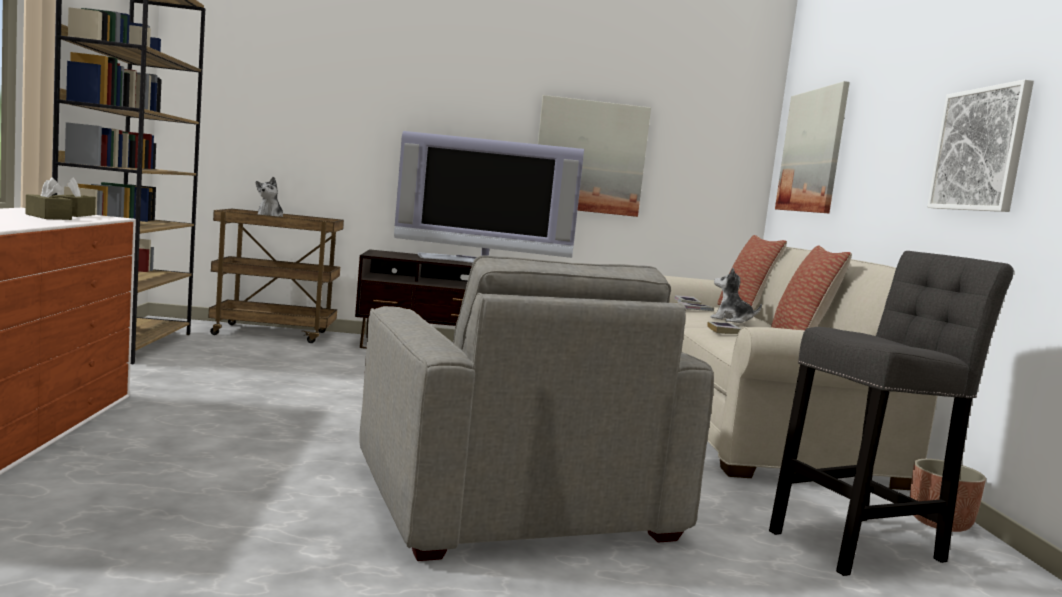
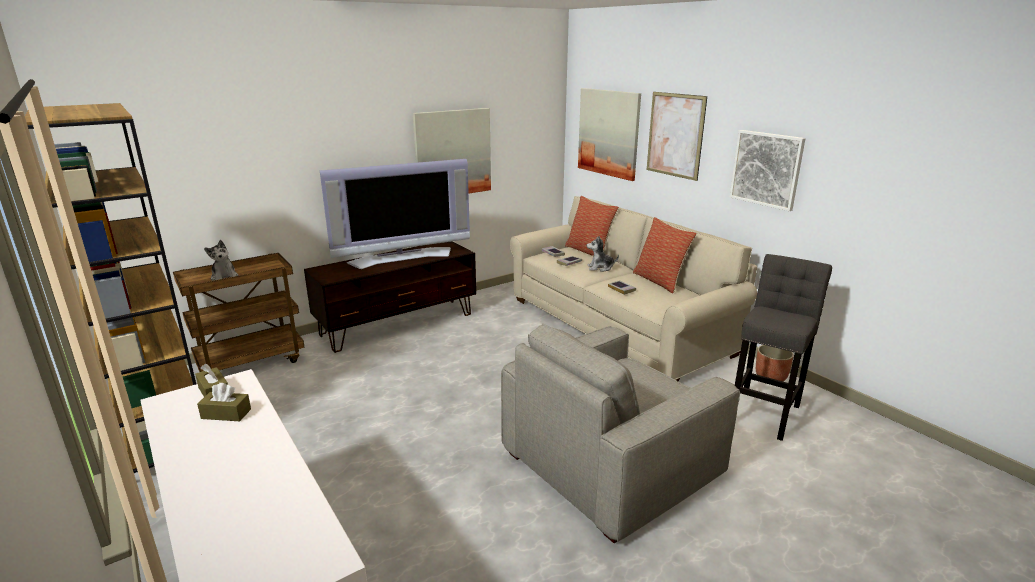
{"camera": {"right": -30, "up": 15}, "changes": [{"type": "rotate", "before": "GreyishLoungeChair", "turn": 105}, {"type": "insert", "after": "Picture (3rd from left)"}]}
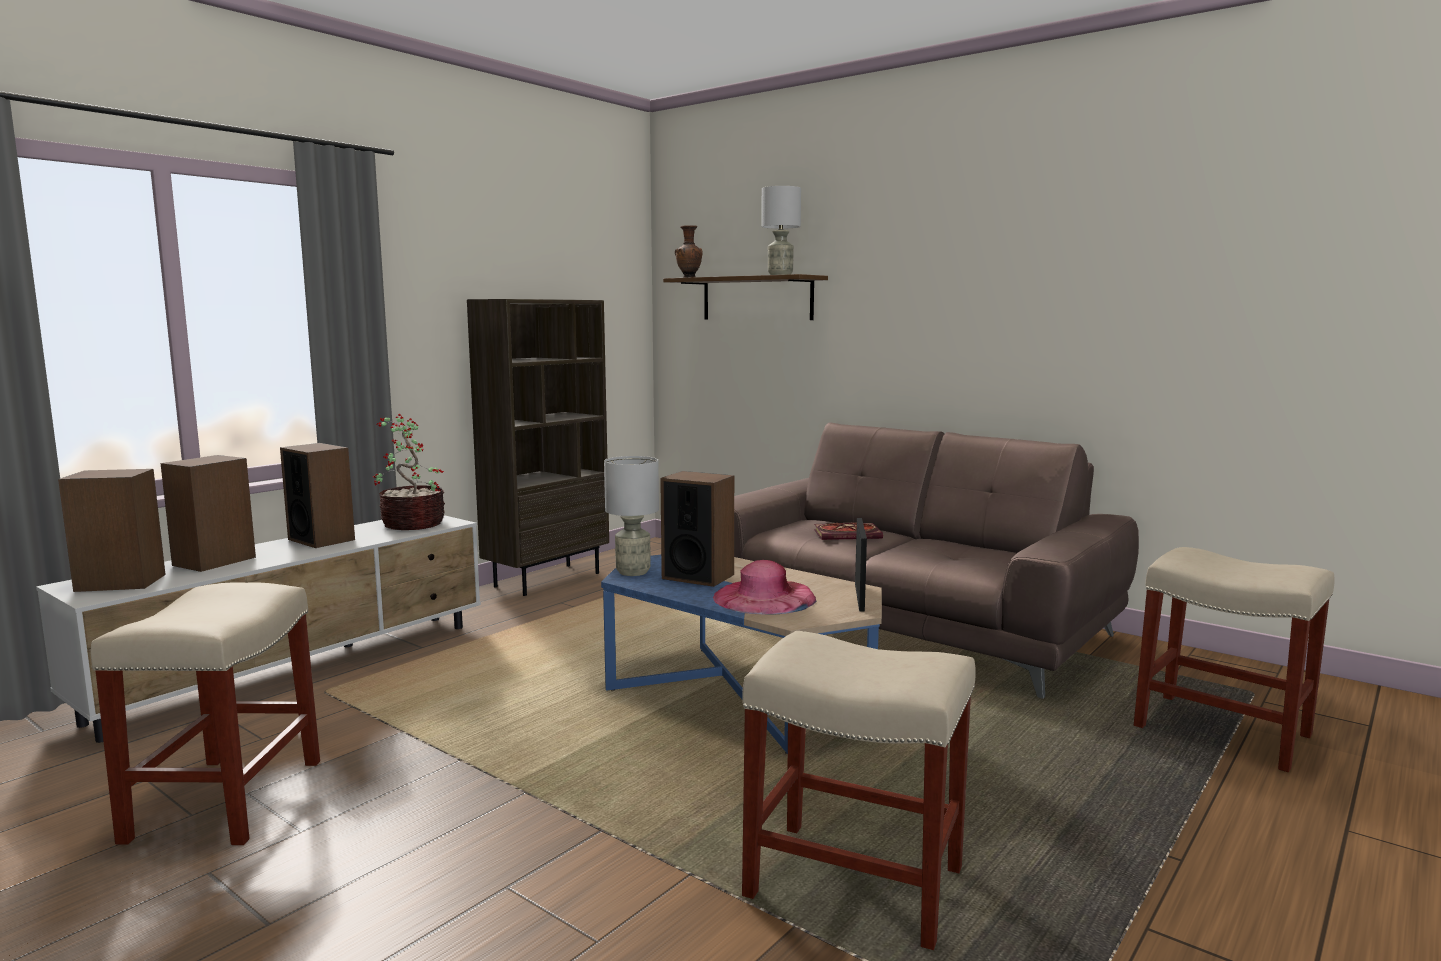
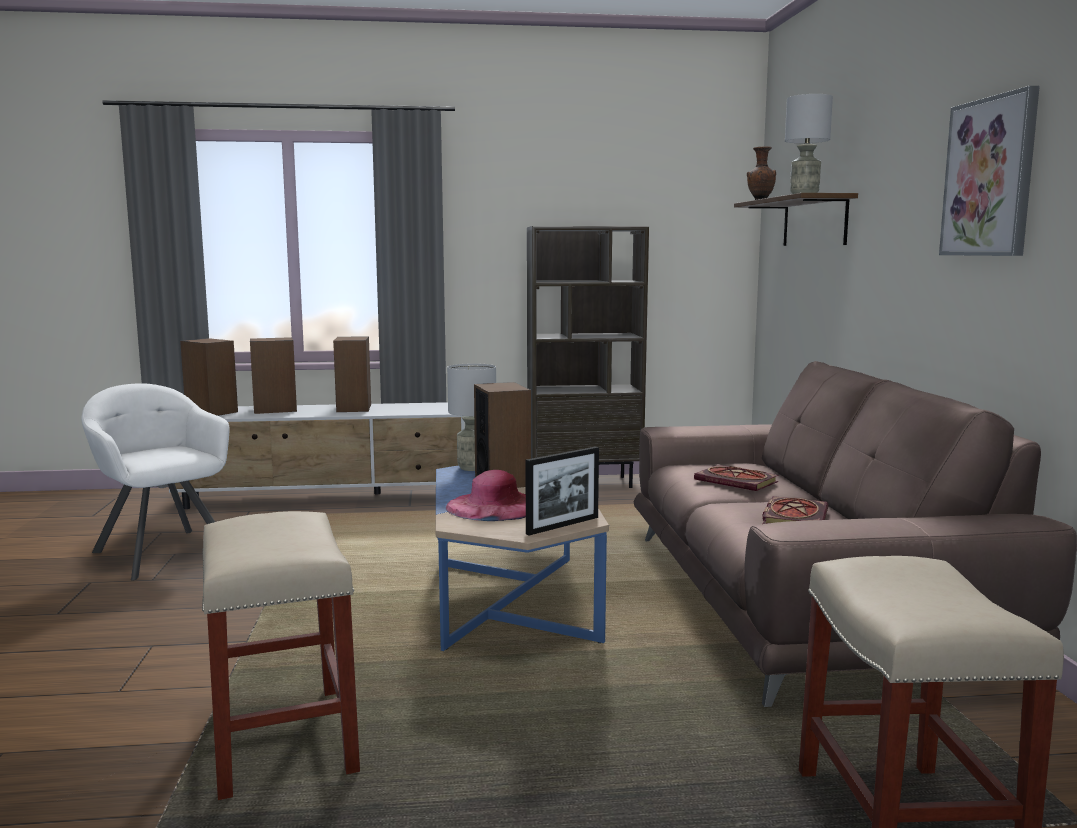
{"camera": {"right": 45, "up": 0}, "changes": [{"type": "replace", "before": "BeigeColouredStoolSeat (1st from left)", "after": "WhiteColouredLoungeChair"}, {"type": "insert", "after": "BoundBook (2nd from left)"}, {"type": "insert", "after": "Picture"}, {"type": "delete", "before": "PottedPlant"}]}
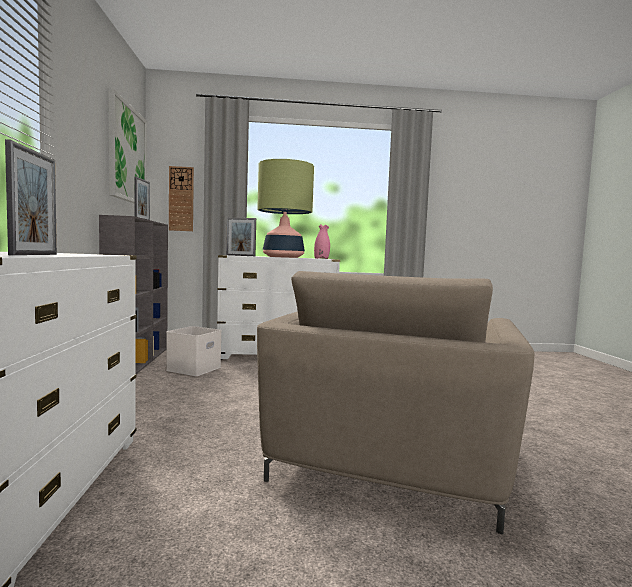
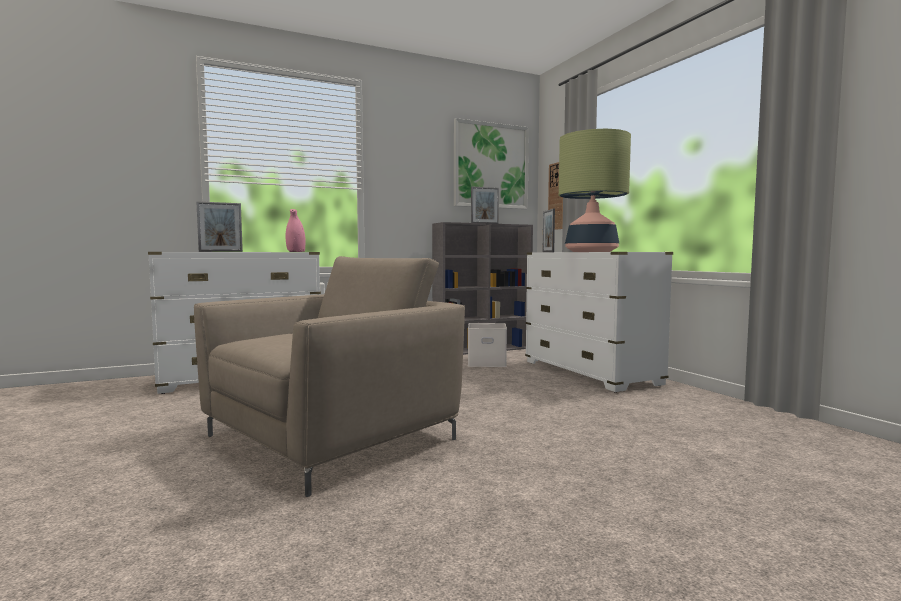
{"camera": {"right": 70, "up": 0}, "changes": [{"type": "rotate", "before": "BeigeColouredLoungeChair", "turn": 135}, {"type": "move", "before": "PinkDecorativeVase"}]}
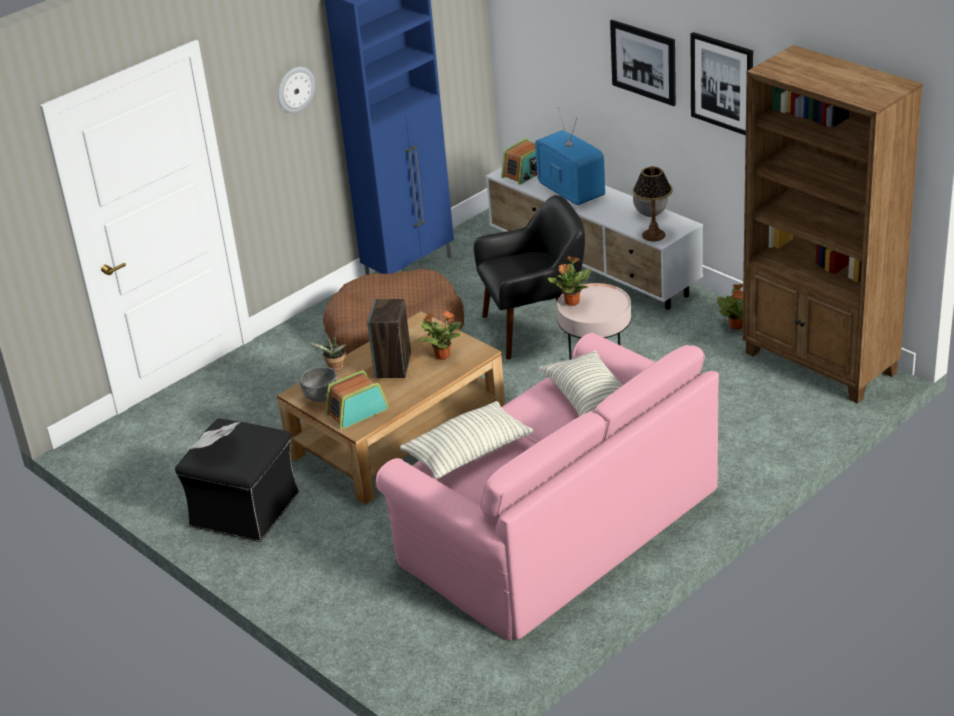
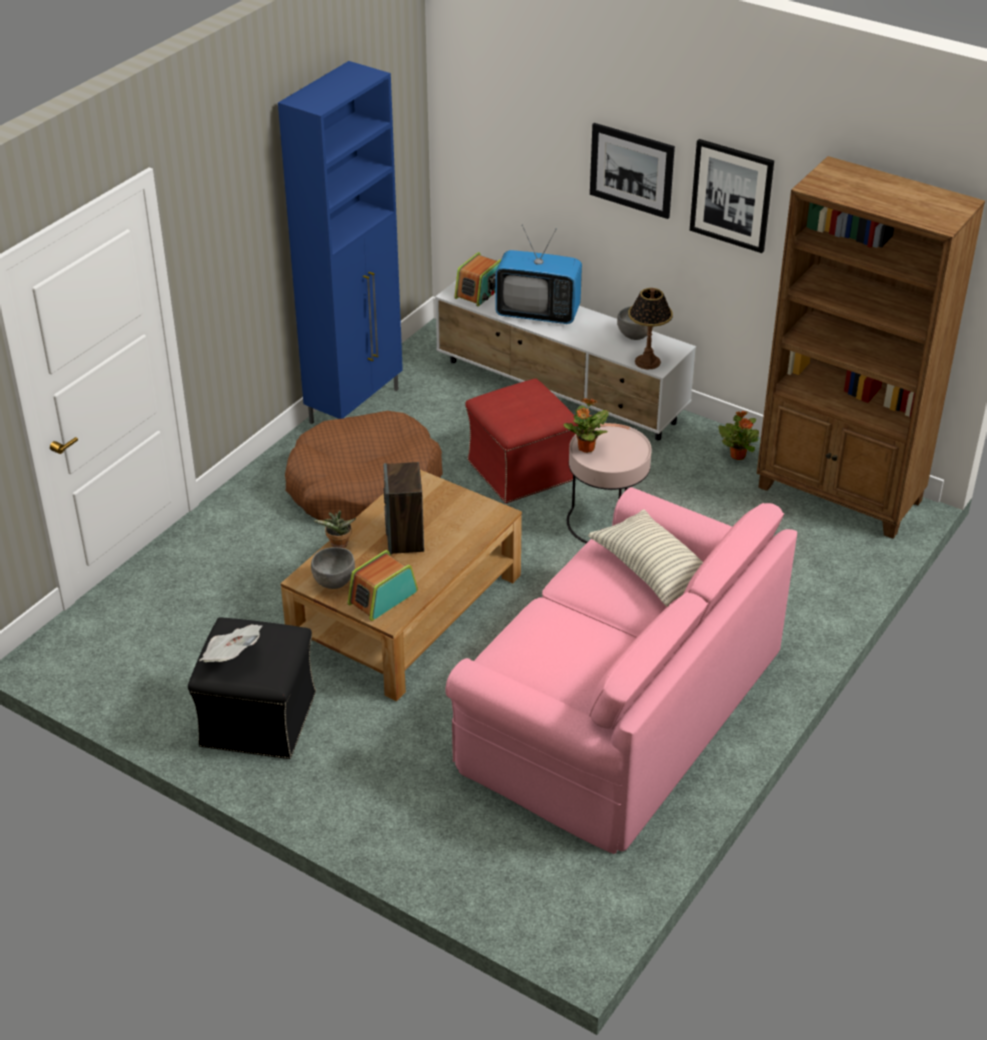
{"camera": {"right": -15, "up": 5}, "changes": [{"type": "replace", "before": "BlackColouredLoungeChair", "after": "RedOttoman"}, {"type": "rotate", "before": "Television", "turn": 150}, {"type": "delete", "before": "HangingClock"}, {"type": "delete", "before": "Cushion (1st from left)"}, {"type": "delete", "before": "PottedPlant (2nd from left)"}]}
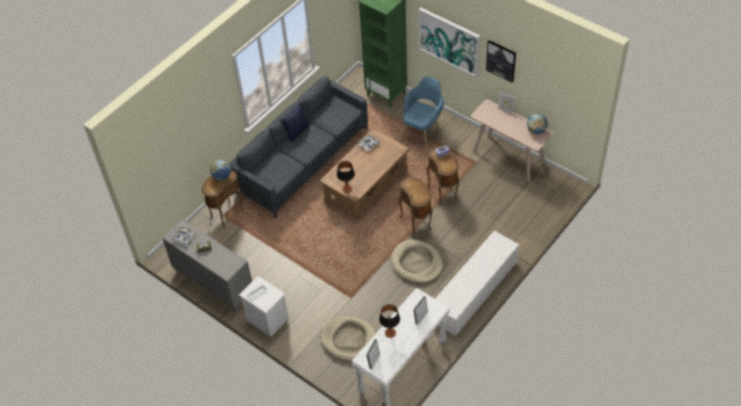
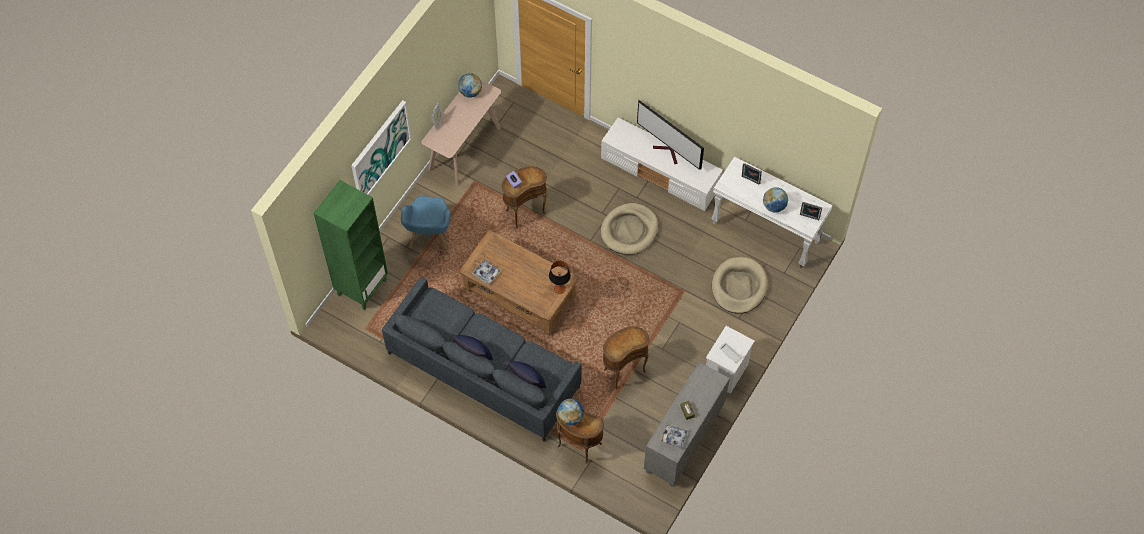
{"camera": {"right": -100, "up": 10}, "changes": [{"type": "rotate", "before": "BlueLoungeChair", "turn": -105}, {"type": "insert", "after": "BlueCushion (2nd from left)"}, {"type": "move", "before": "BrownishAccentTable (2nd from left in the first image)", "after": "BrownishAccentTable (3rd from left)"}, {"type": "insert", "after": "Television"}, {"type": "replace", "before": "LampForATable (2nd from left)", "after": "WorldGlobe (3rd from left)"}, {"type": "delete", "before": "Picture (2nd from left)"}]}
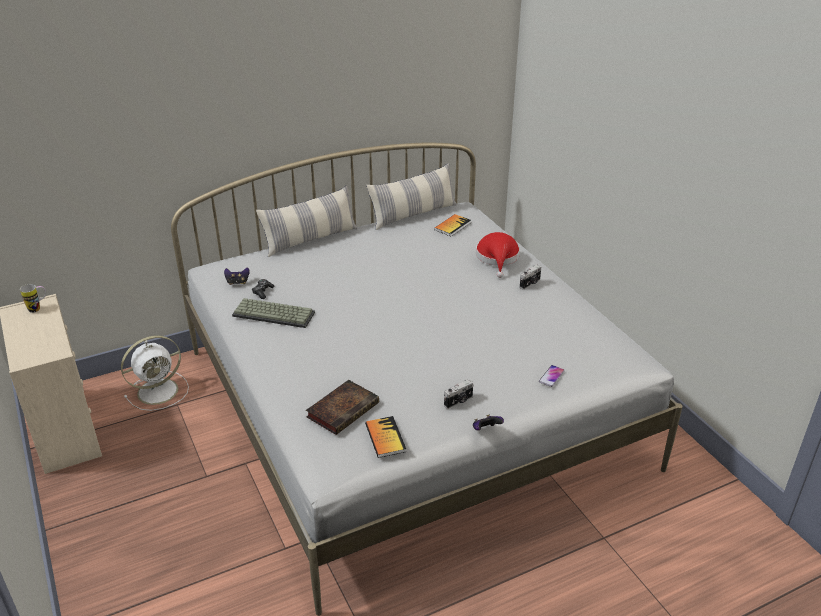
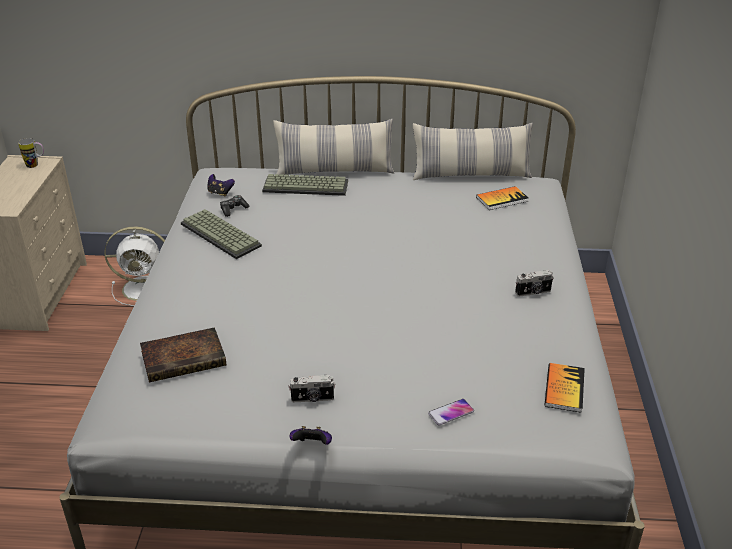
{"camera": {"right": 30, "up": 0}, "changes": [{"type": "insert", "after": "PcKeyboard (2nd from left)"}, {"type": "move", "before": "BoundBook (2nd from left in the first image)", "after": "BoundBook (3rd from left)"}, {"type": "delete", "before": "RedWearableHat"}]}
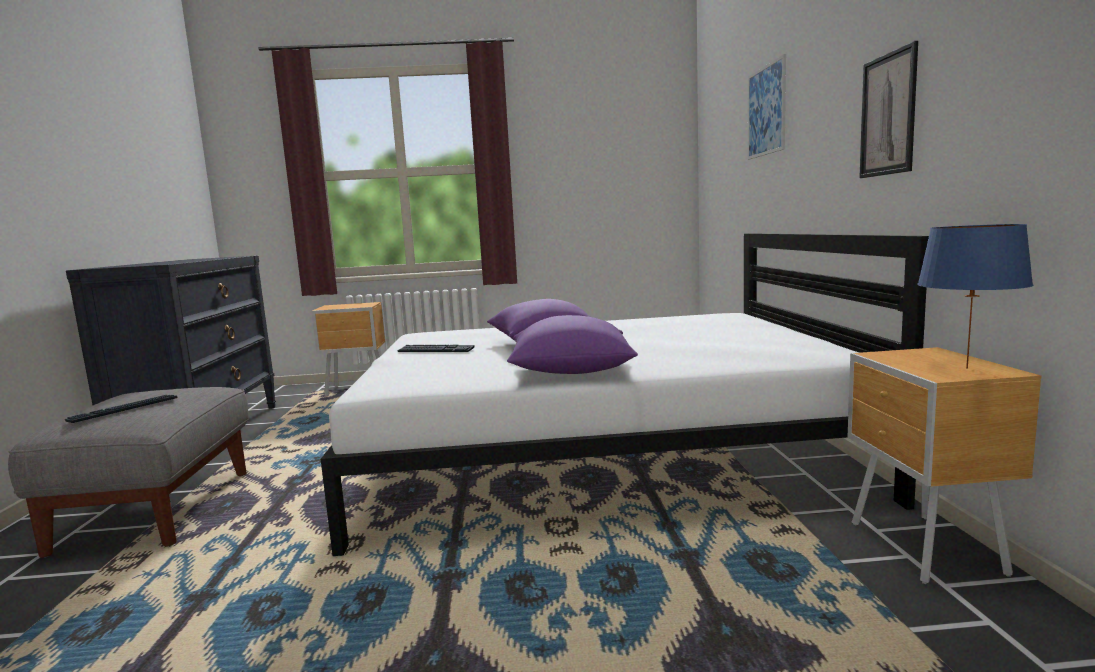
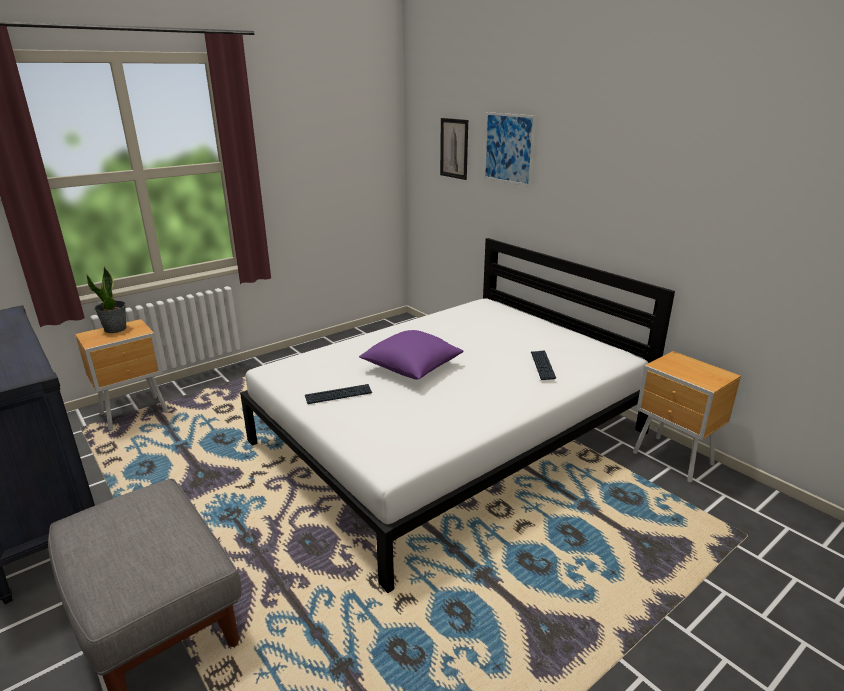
{"camera": {"right": -35, "up": 15}, "changes": [{"type": "insert", "after": "PottedPlant"}, {"type": "move", "before": "Picture (2nd from left in the first image)", "after": "Picture (1st from left)"}, {"type": "move", "before": "PcKeyboard (1st from left in the first image)", "after": "PcKeyboard (2nd from left)"}, {"type": "delete", "before": "PurplishCushion (2nd from left)"}, {"type": "delete", "before": "BlueLampForATable"}]}
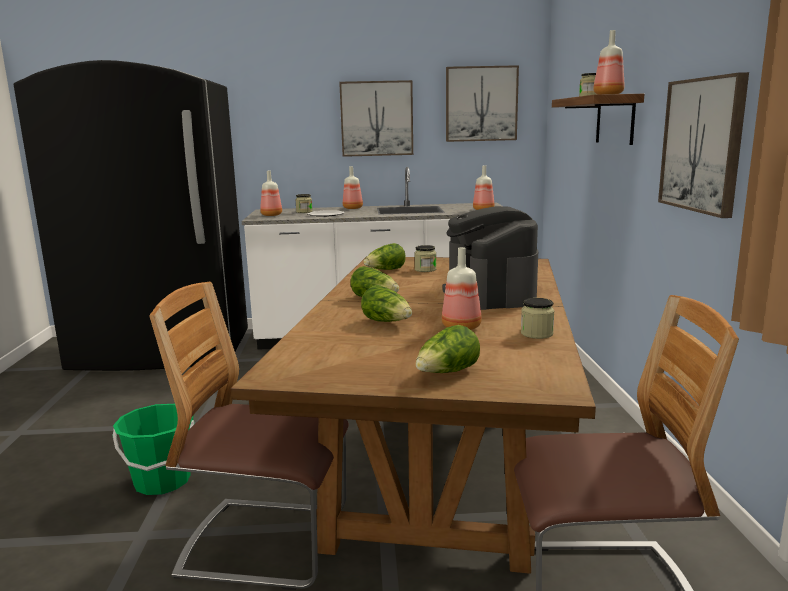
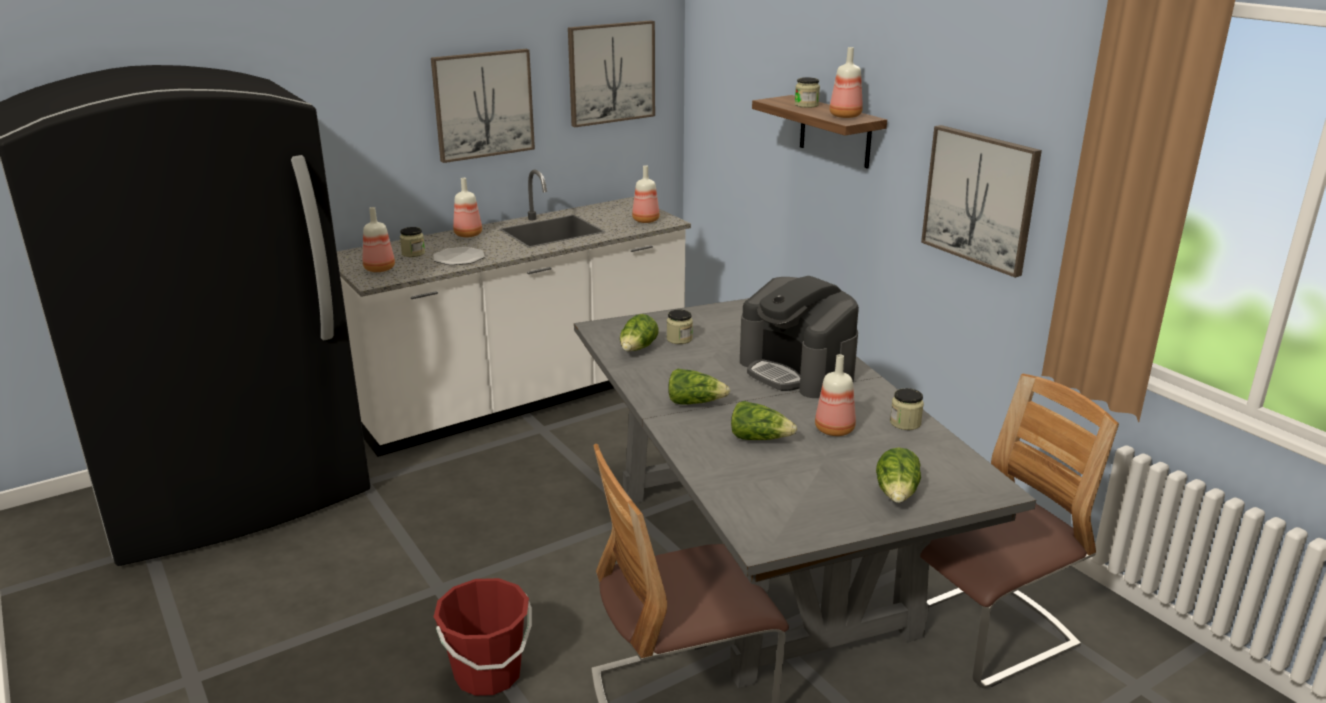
{"camera": {"right": -30, "up": 10}, "changes": [{"type": "recolor", "before": "GreenColouredWaterBucket", "after": "RedWaterBucket"}, {"type": "recolor", "before": "BrownishDiningTable", "after": "GreyishDiningTable"}]}
